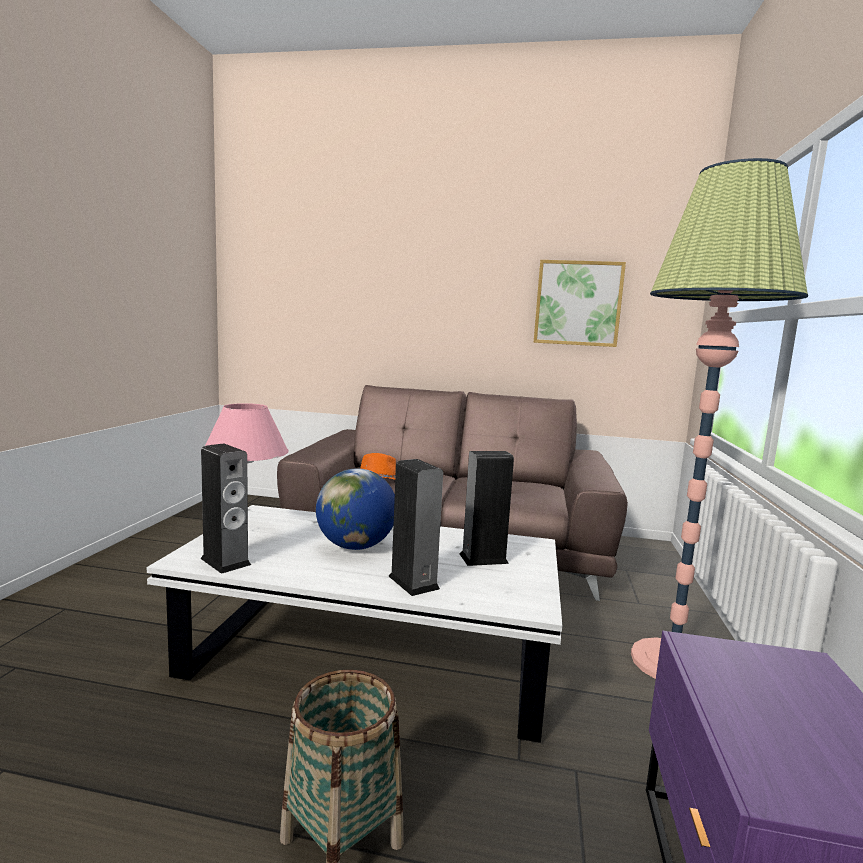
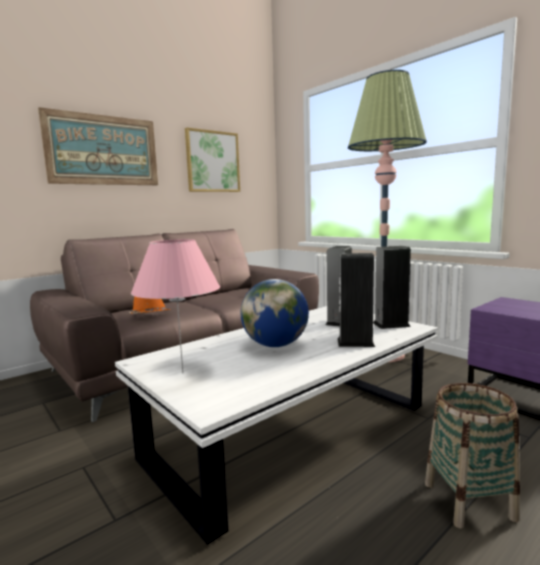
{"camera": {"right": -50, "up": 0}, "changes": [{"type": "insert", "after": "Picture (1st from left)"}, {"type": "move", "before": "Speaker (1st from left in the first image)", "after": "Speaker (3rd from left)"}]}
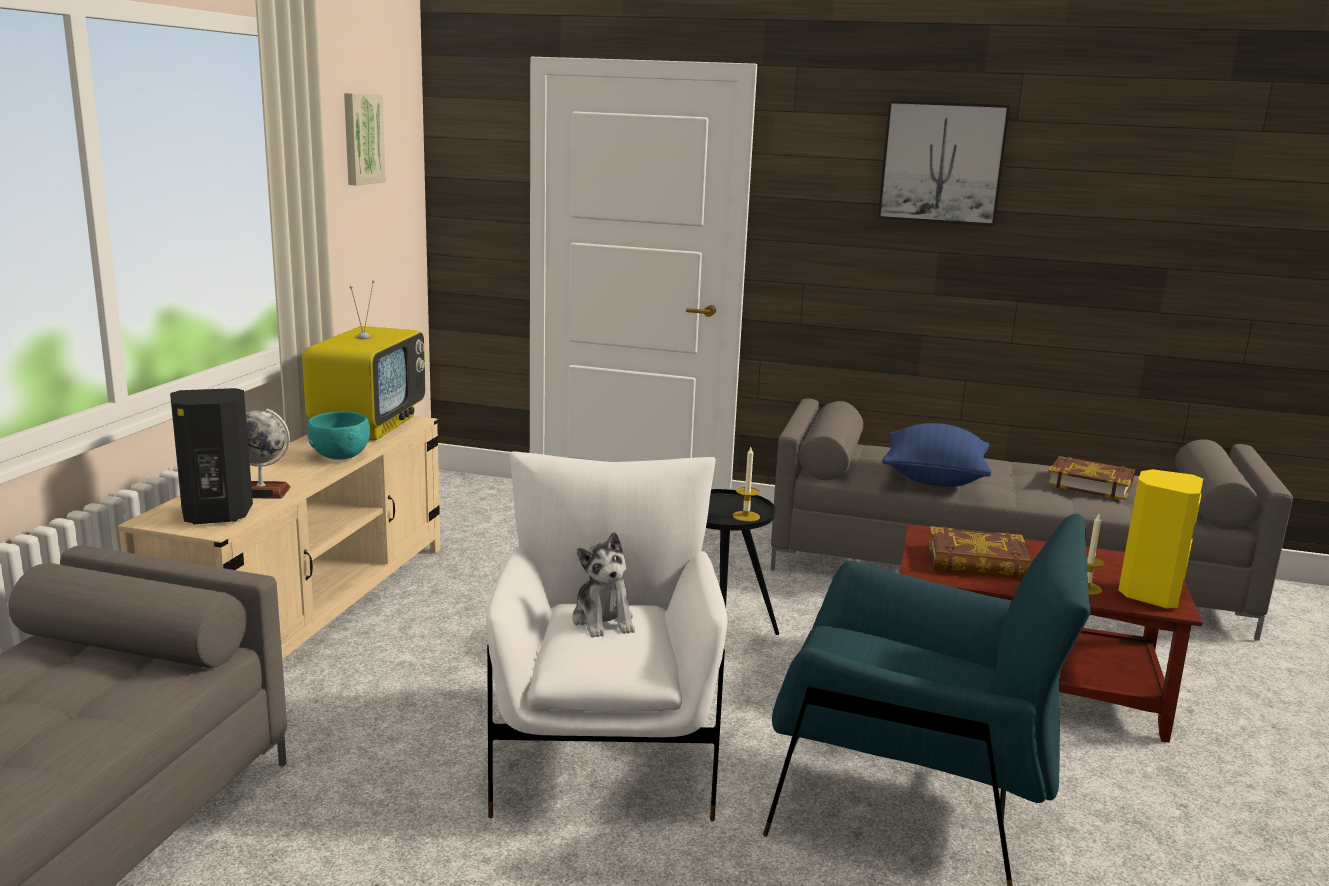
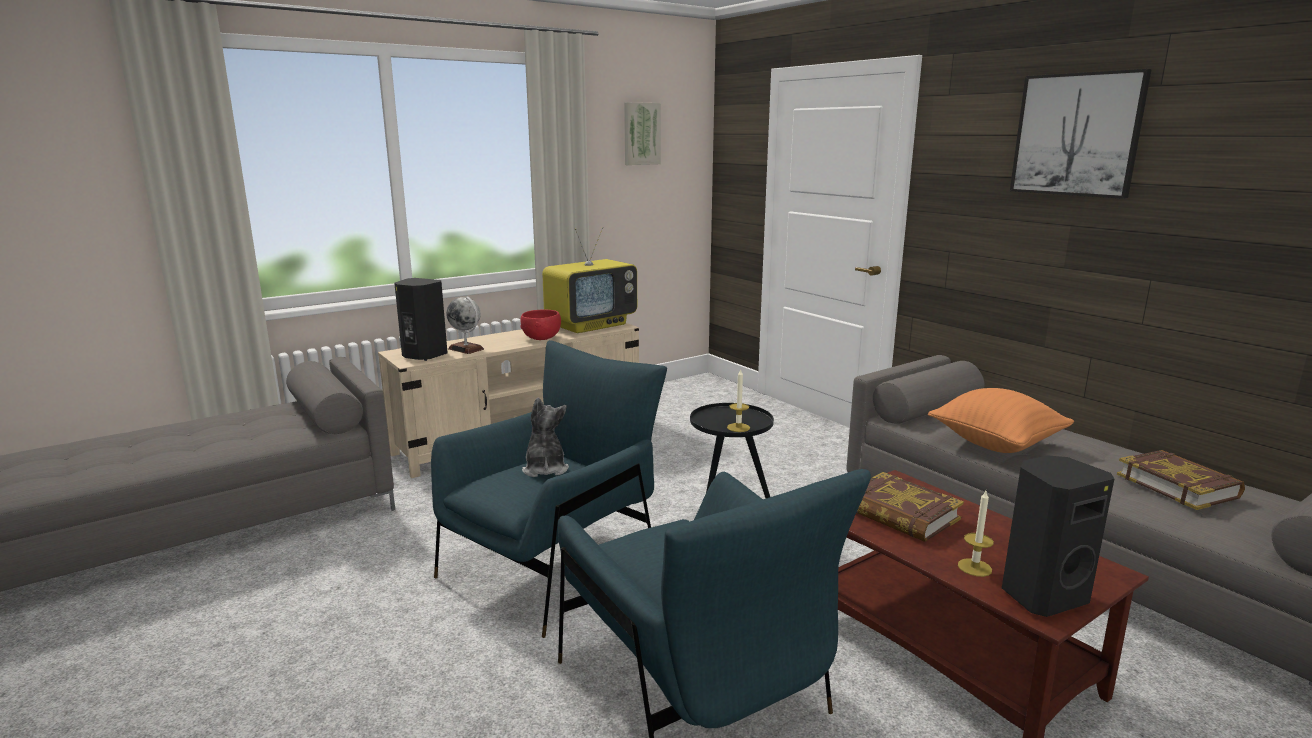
{"camera": {"right": 40, "up": 0}, "changes": [{"type": "recolor", "before": "WhiteColouredLoungeChair", "after": "BlueLoungeChair (1st from left)"}, {"type": "recolor", "before": "TurquoiseDeepDish", "after": "RedDeepDish"}, {"type": "rotate", "before": "PlushToy", "turn": 150}, {"type": "recolor", "before": "BlueCushion", "after": "OrangeCushion"}, {"type": "recolor", "before": "YellowishSpeaker", "after": "BlackColouredSpeaker (2nd from left)"}]}
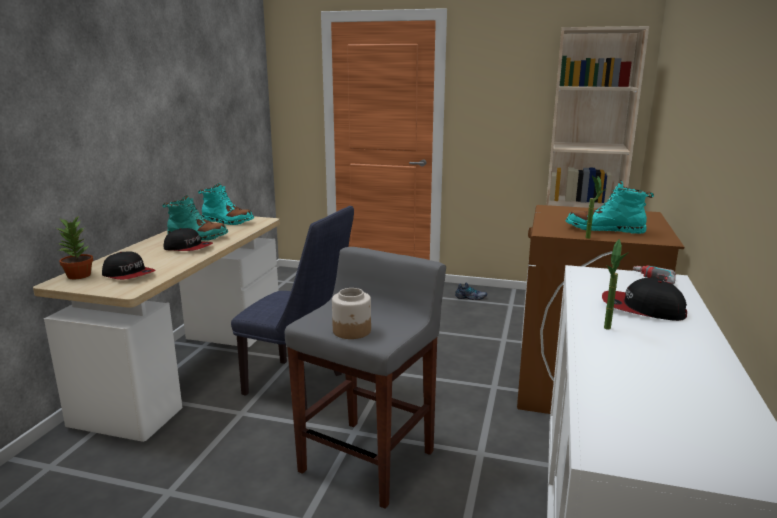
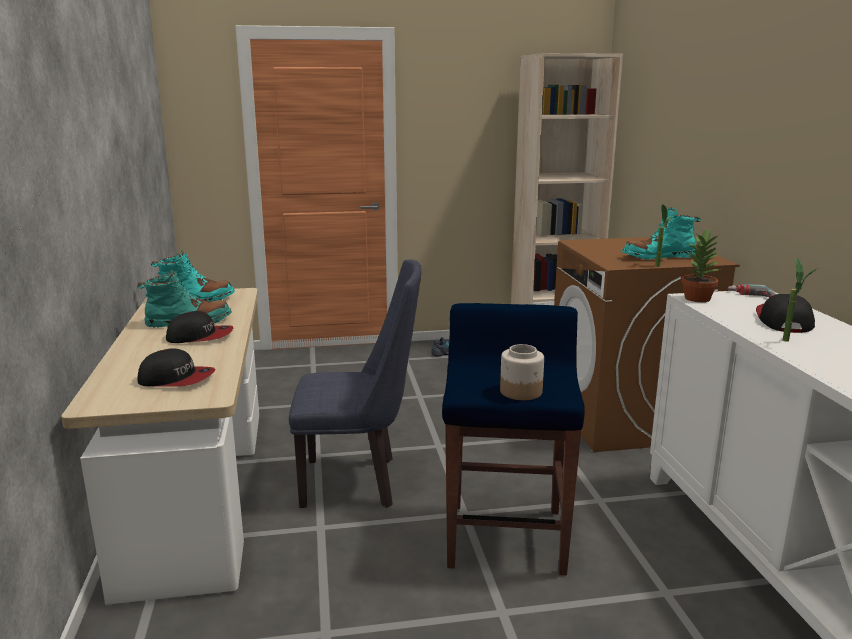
{"camera": {"right": -25, "up": 0}, "changes": [{"type": "recolor", "before": "GreyishStoolSeat", "after": "BlueStoolSeat"}, {"type": "move", "before": "PottedPlant (1st from left in the first image)", "after": "PottedPlant (2nd from left)"}, {"type": "rotate", "before": "Cap (3rd from left)", "turn": 105}]}
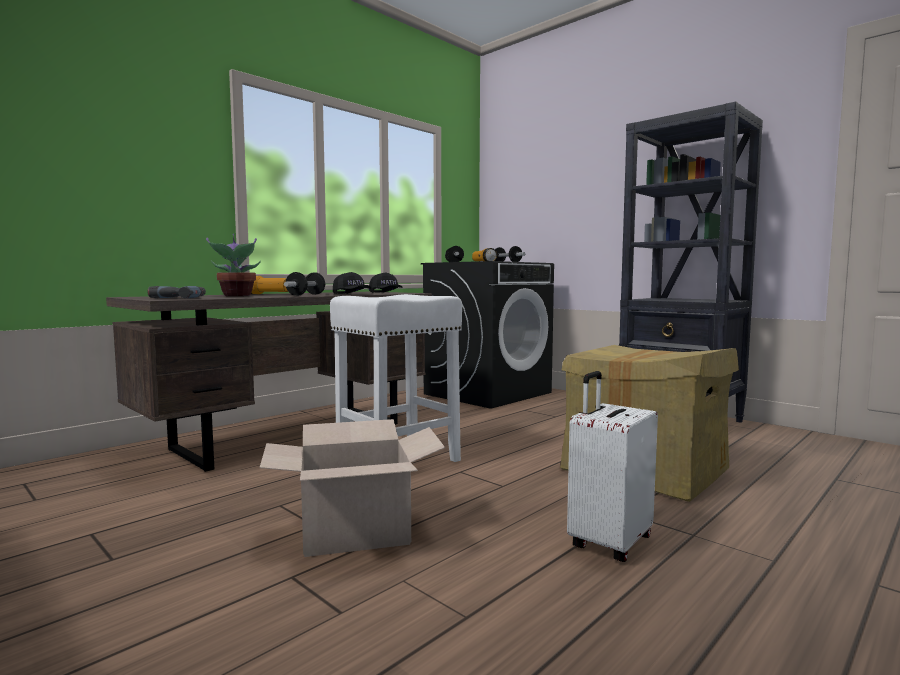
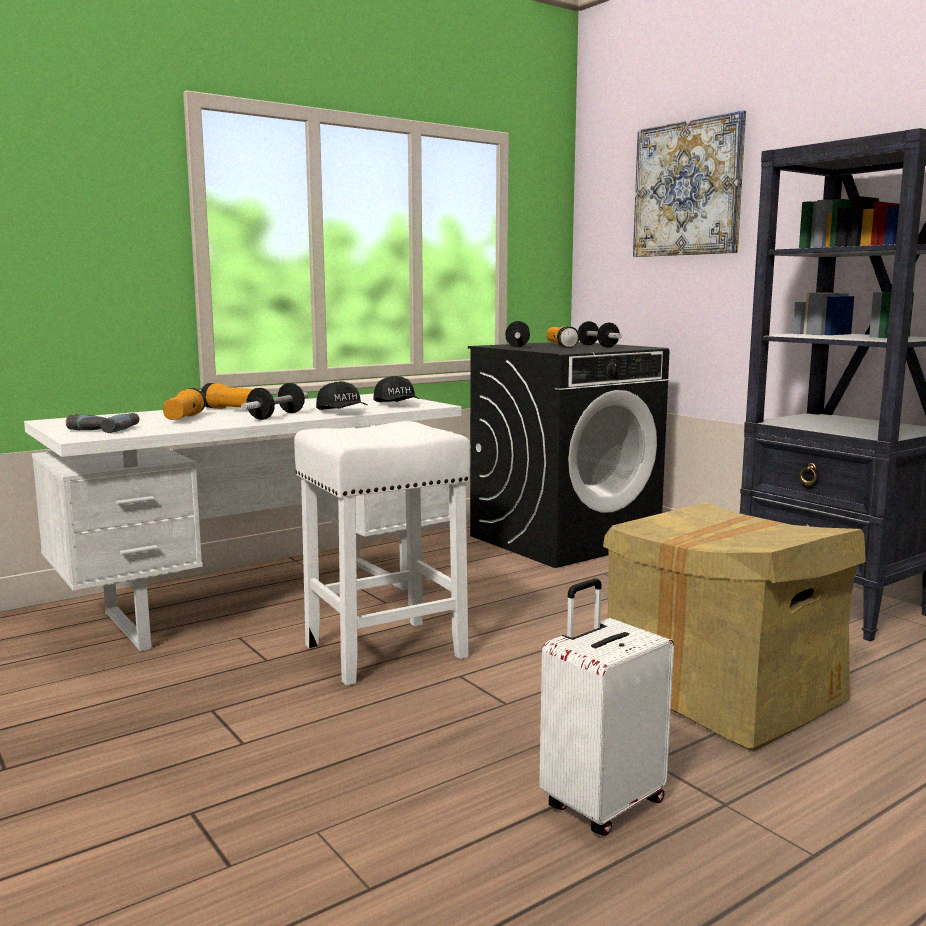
{"camera": {"right": 10, "up": 5}, "changes": [{"type": "recolor", "before": "BrownishDeskUnit", "after": "WhiteColouredDeskUnit"}, {"type": "replace", "before": "PottedPlant", "after": "HandTorch (1st from left)"}, {"type": "insert", "after": "Picture"}, {"type": "delete", "before": "CardboardBox (1st from left)"}]}
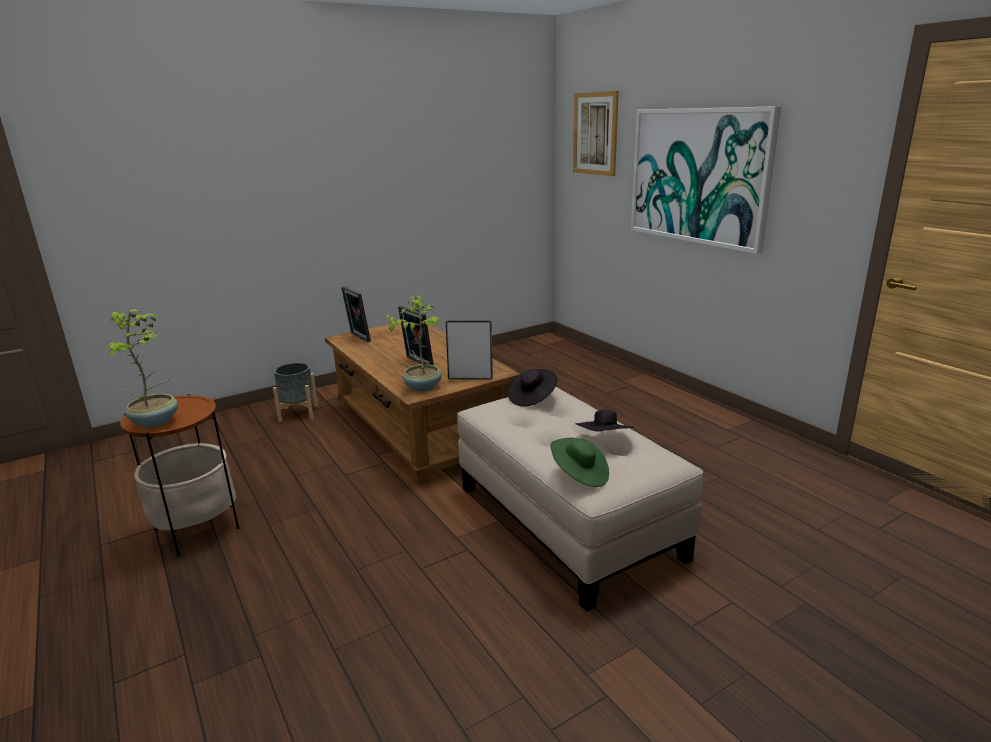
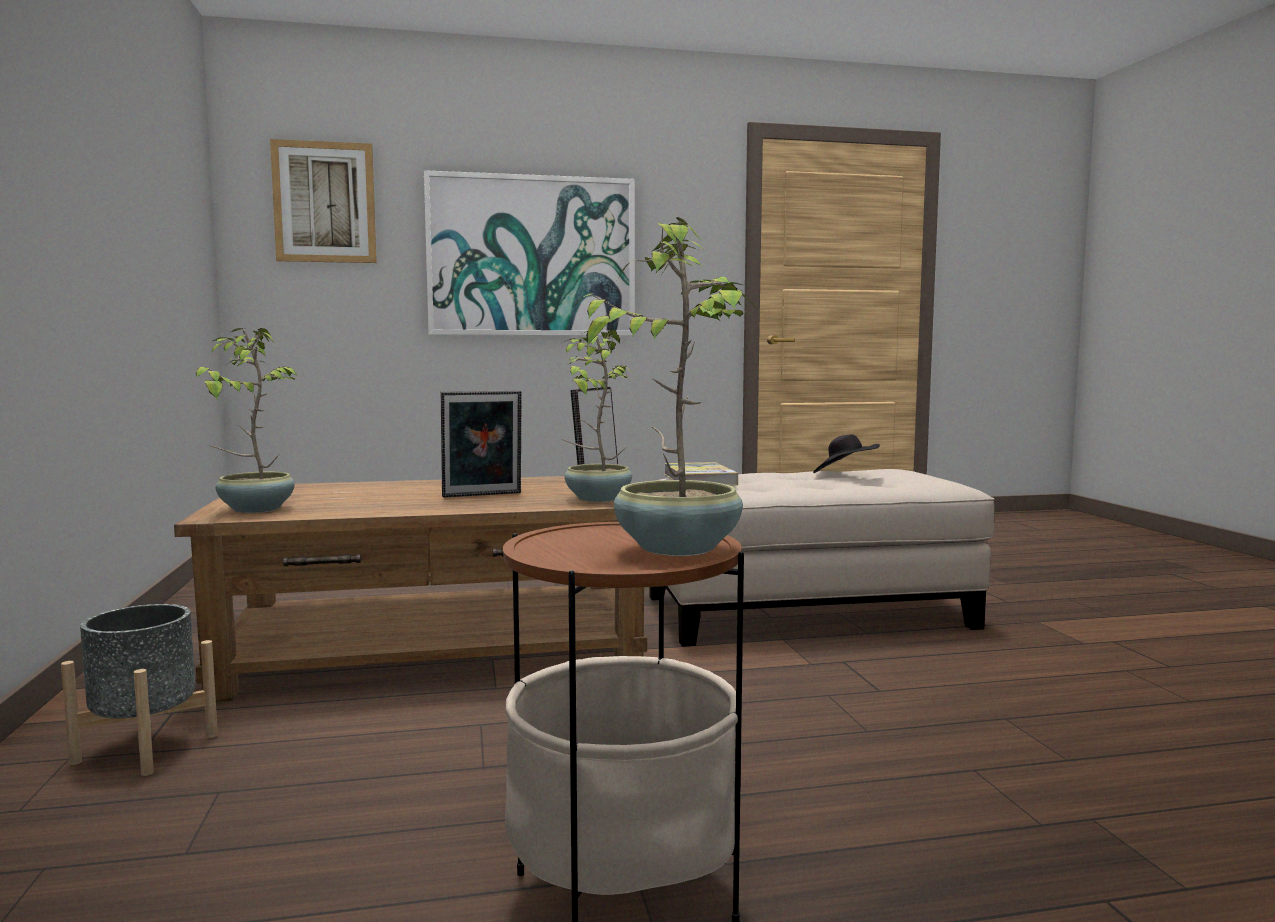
{"camera": {"right": -70, "up": -15}, "changes": [{"type": "replace", "before": "PhotoFrame (1st from left)", "after": "PottedPlant (1st from left)"}, {"type": "replace", "before": "BlackColouredWearableHat (1st from left)", "after": "BoundBook"}, {"type": "delete", "before": "GreenColouredWearableHat"}]}
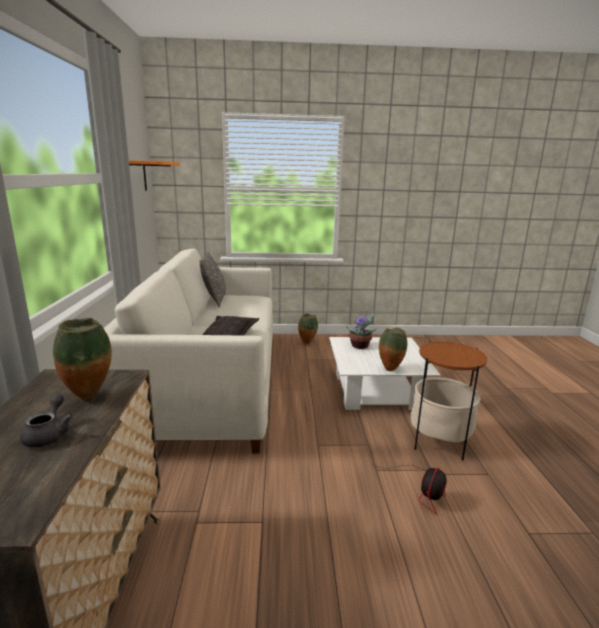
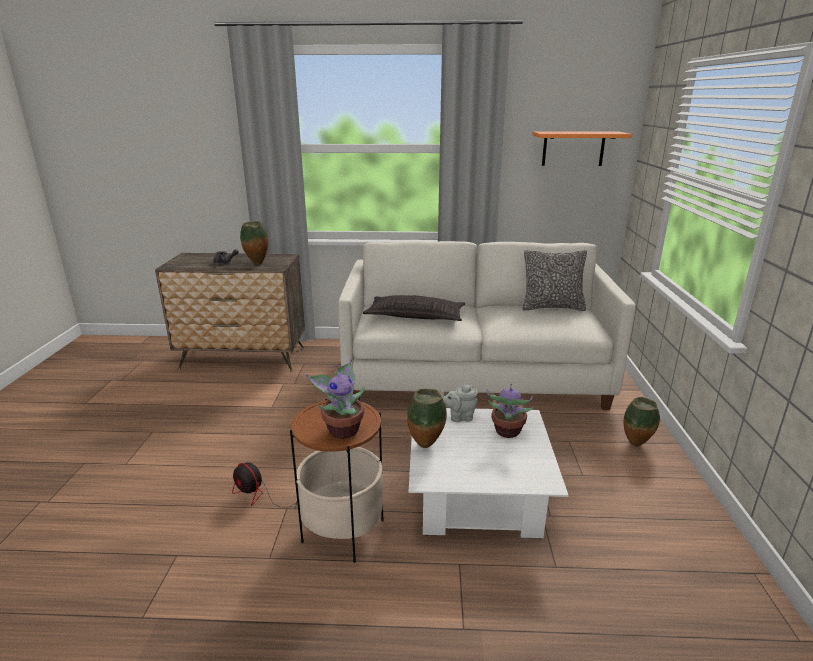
{"camera": {"right": 95, "up": 5}, "changes": [{"type": "insert", "after": "PottedPlant (1st from left)"}, {"type": "insert", "after": "GreyishPotForTea (2nd from left)"}]}
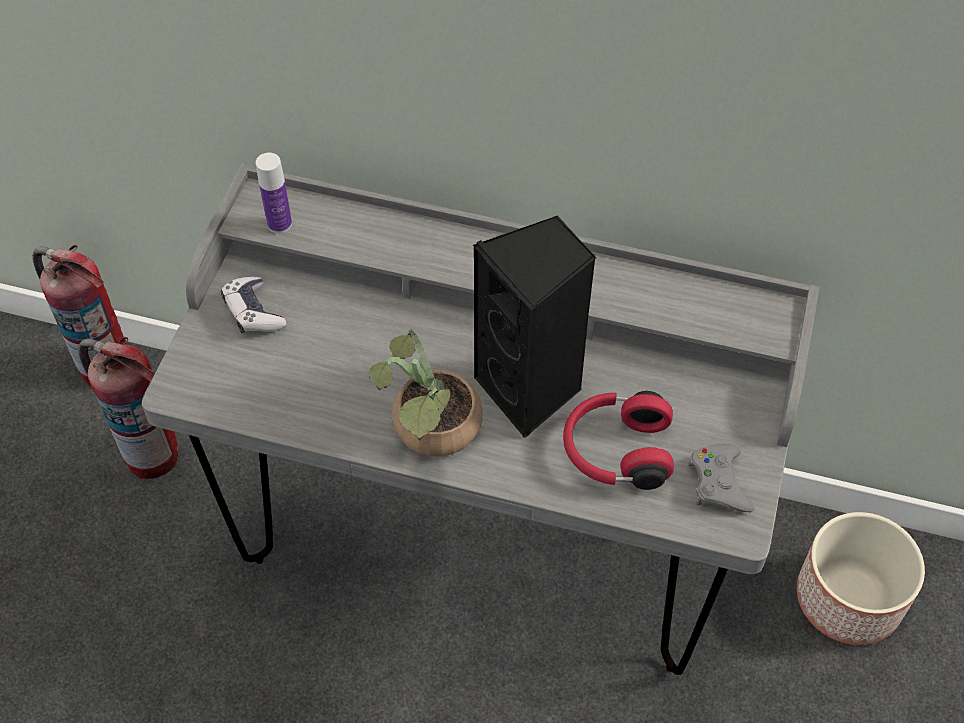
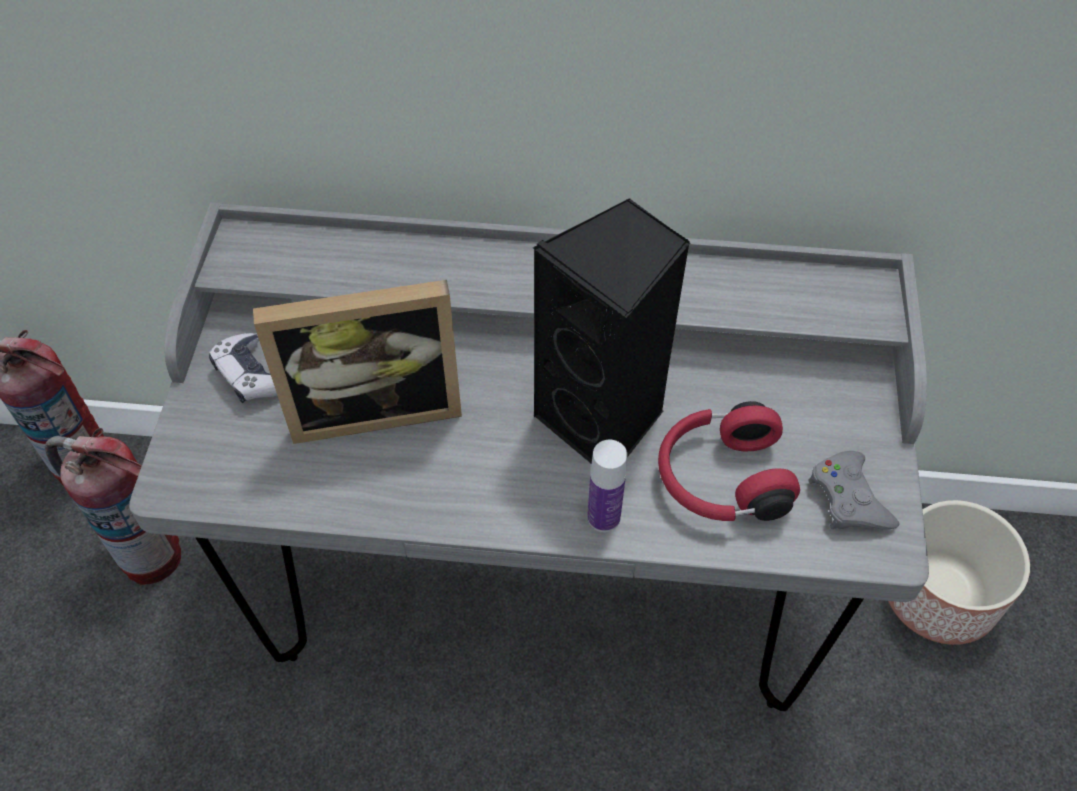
{"camera": {"right": -10, "up": 0}, "changes": [{"type": "insert", "after": "PhotoFrame"}, {"type": "move", "before": "DrinkBottle"}, {"type": "delete", "before": "PottedPlant"}]}
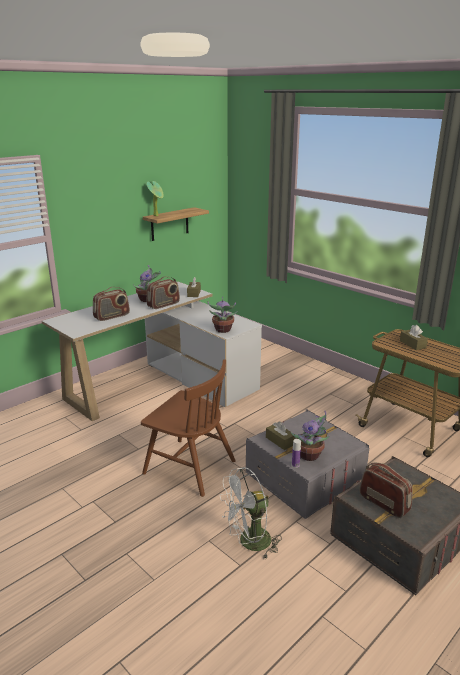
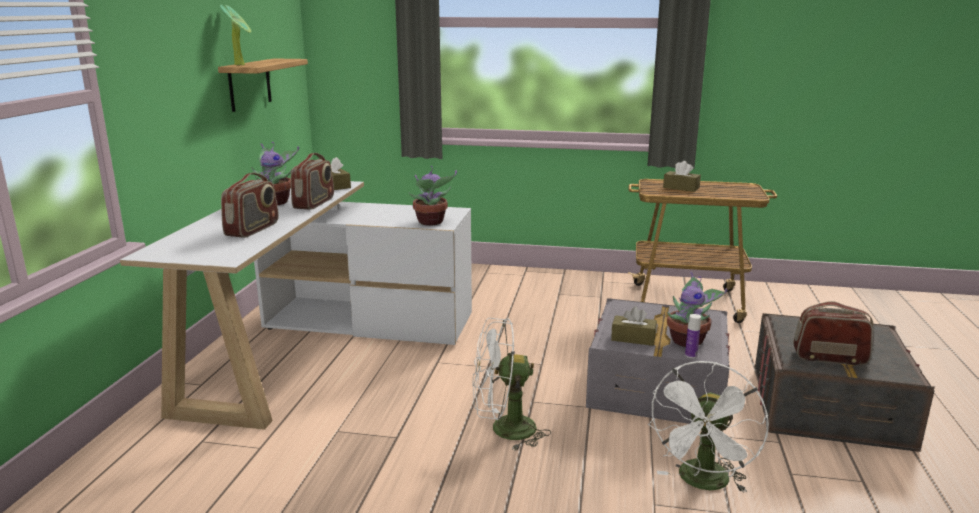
{"camera": {"right": -35, "up": -5}, "changes": [{"type": "replace", "before": "BrownishPlainChair", "after": "WhiteColouredFan (1st from left)"}]}
